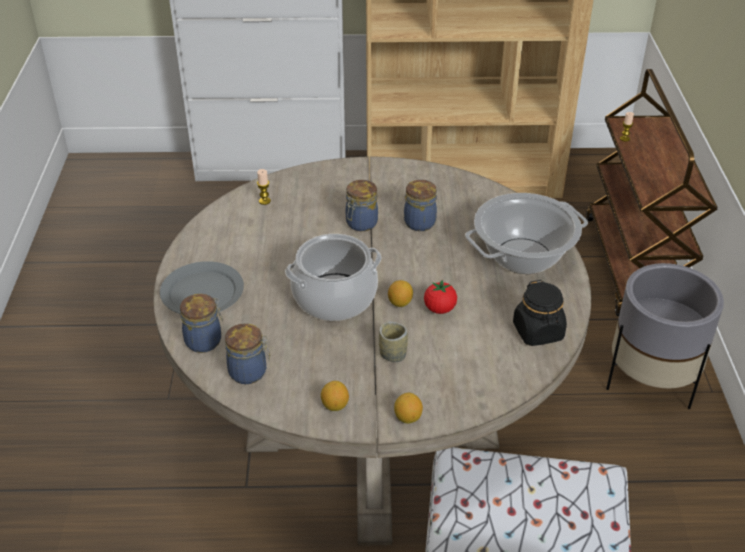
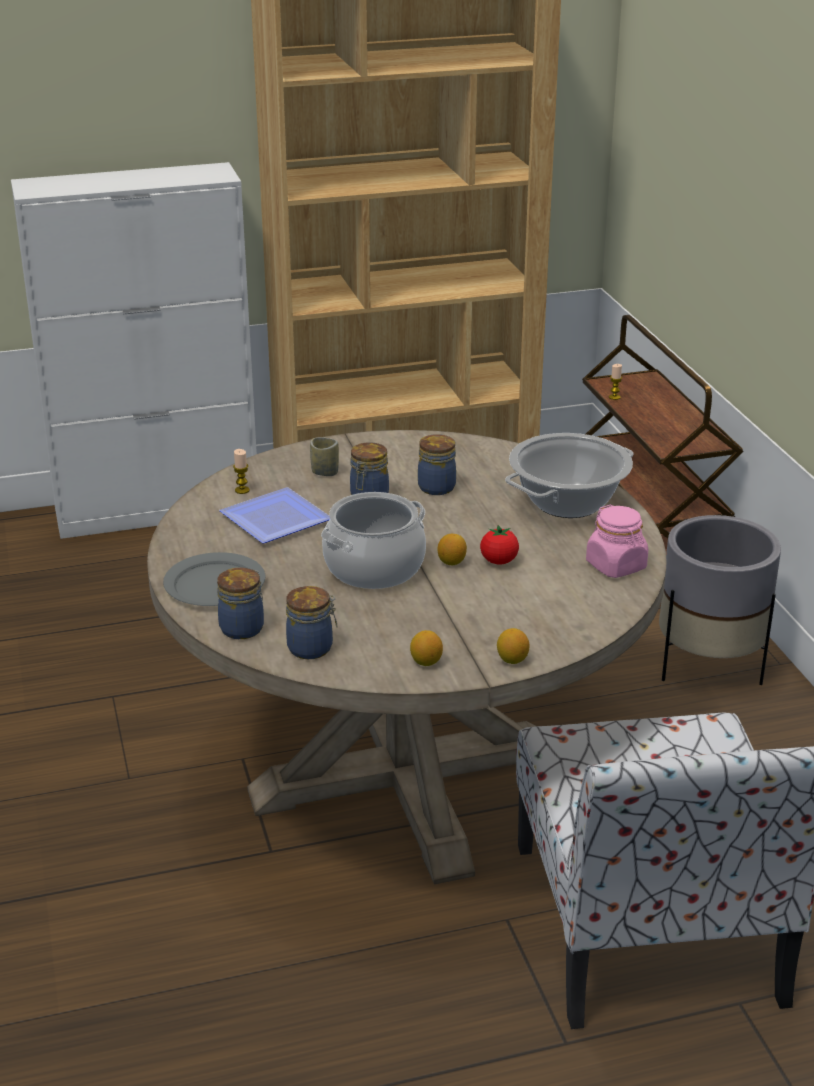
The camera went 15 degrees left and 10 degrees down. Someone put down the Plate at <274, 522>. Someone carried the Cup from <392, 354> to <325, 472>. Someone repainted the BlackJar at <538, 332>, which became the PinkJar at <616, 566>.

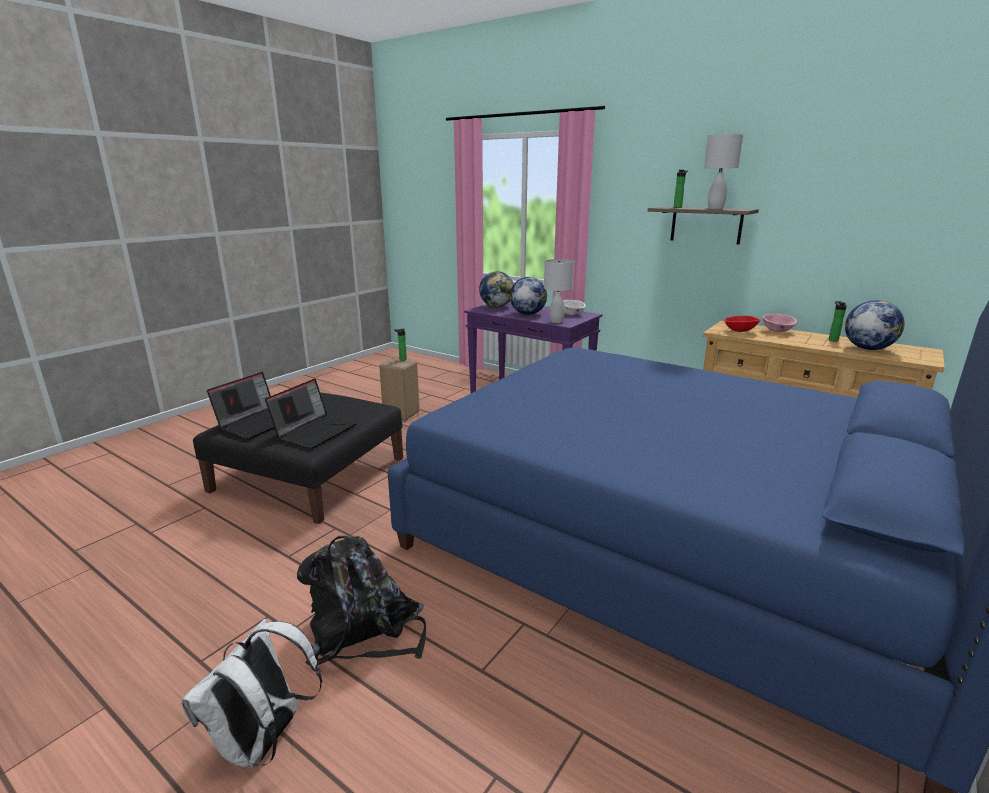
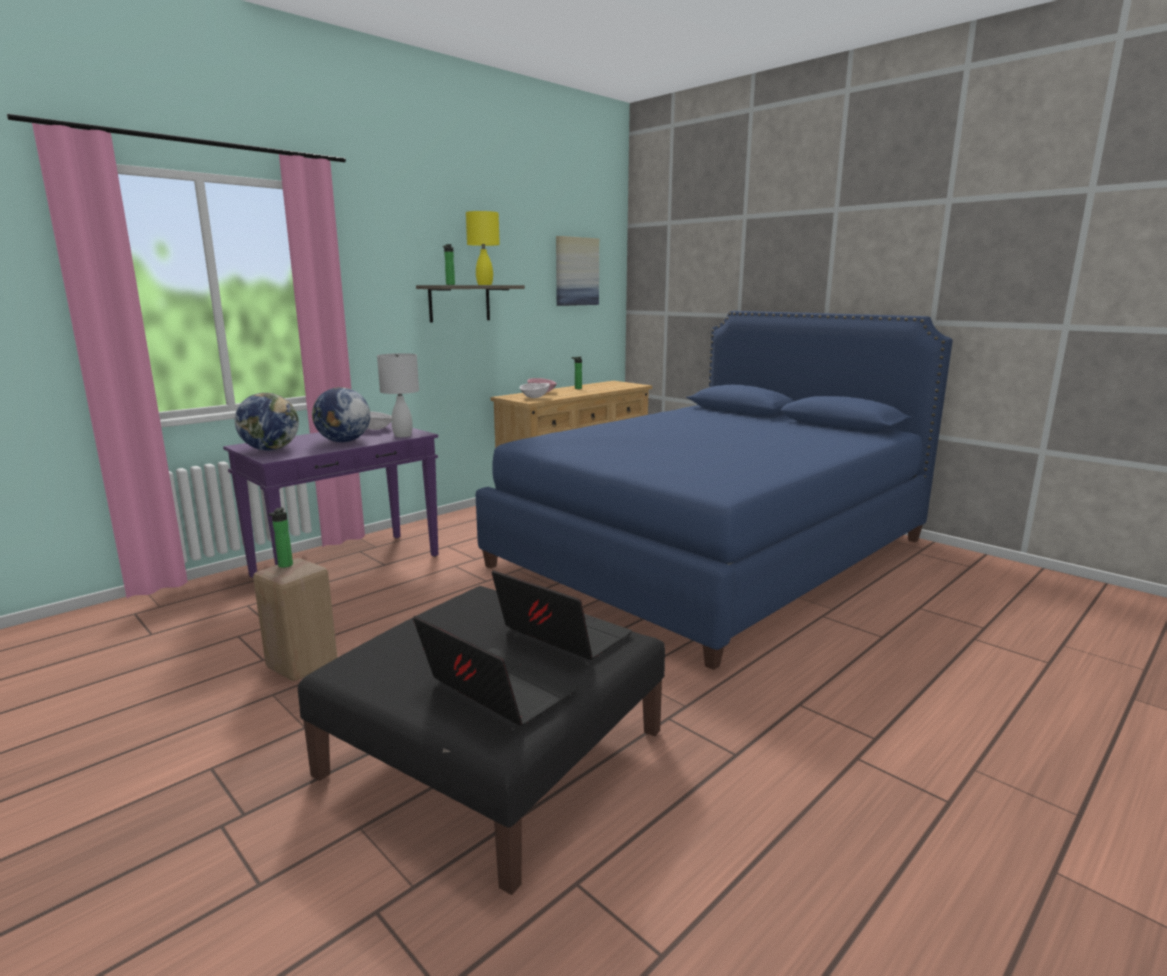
The camera went 80 degrees left and 5 degrees down. Someone took away the WhiteBackpack at <264, 742>. Someone took away the BlackBackpack at <364, 632>. Someone took away the Globe at <867, 348>. Someone put up the Picture at <576, 271>. Someone repainted the WhiteTableLamp at <714, 208>, which became the YellowTableLamp at <484, 284>. Someone repainted the RedBowl at <740, 331>, which became the WhiteBowl at <535, 397>.

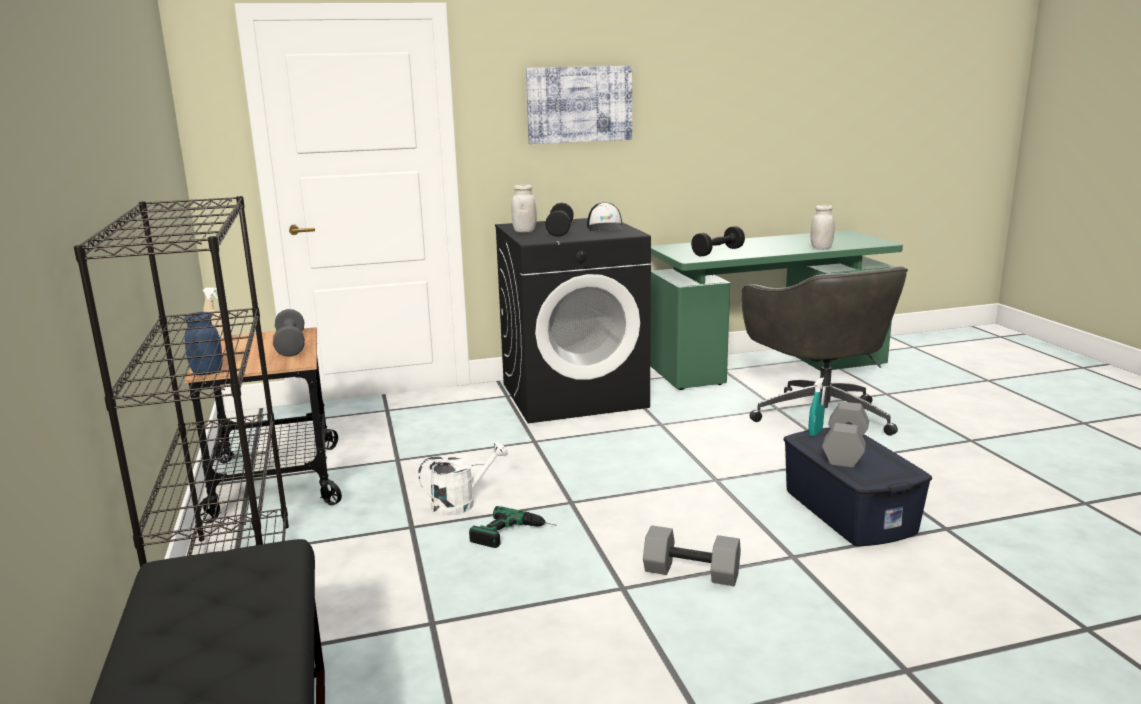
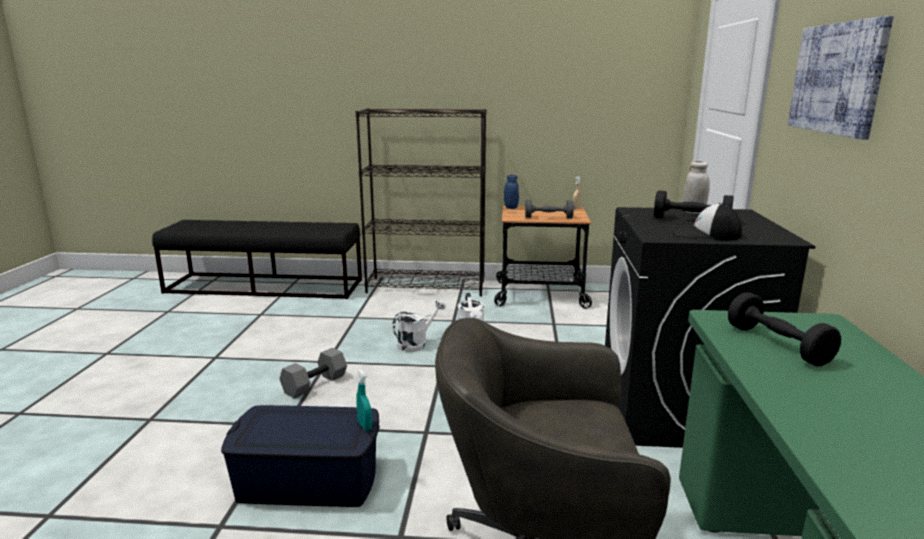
The camera went 110 degrees right and 0 degrees up. Someone took away the WhiteJar at <821, 248>. Someone took away the GreyDumbbell at <843, 449>. Someone swapped the PowerDrill at <515, 534> for the WhiteWateringCan at <416, 343>.

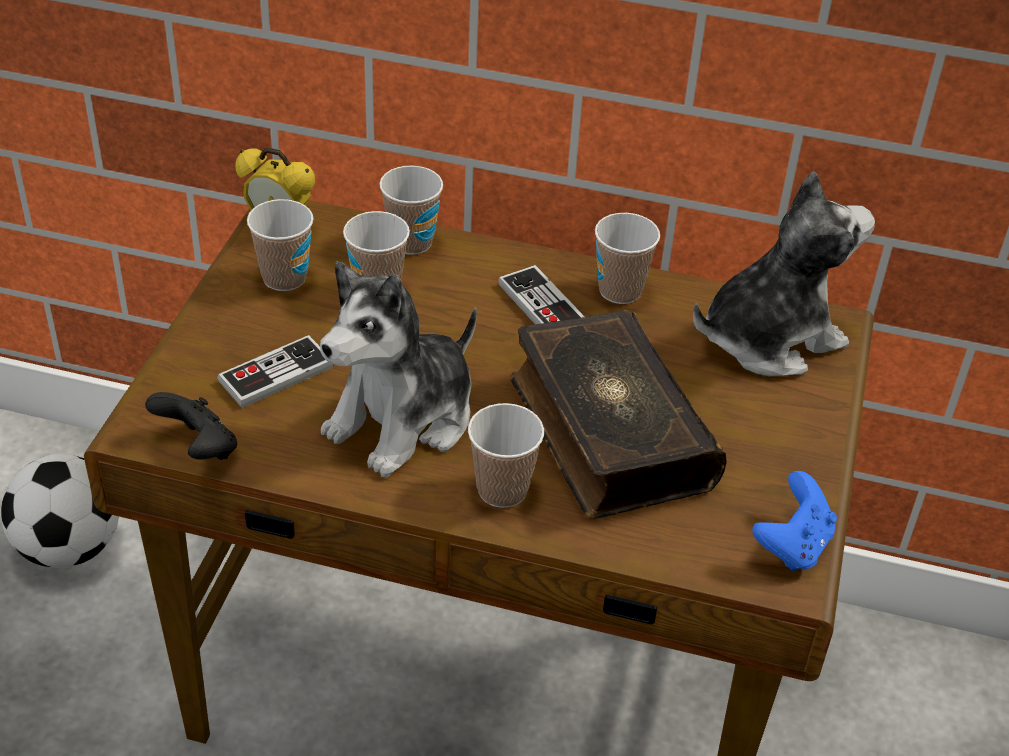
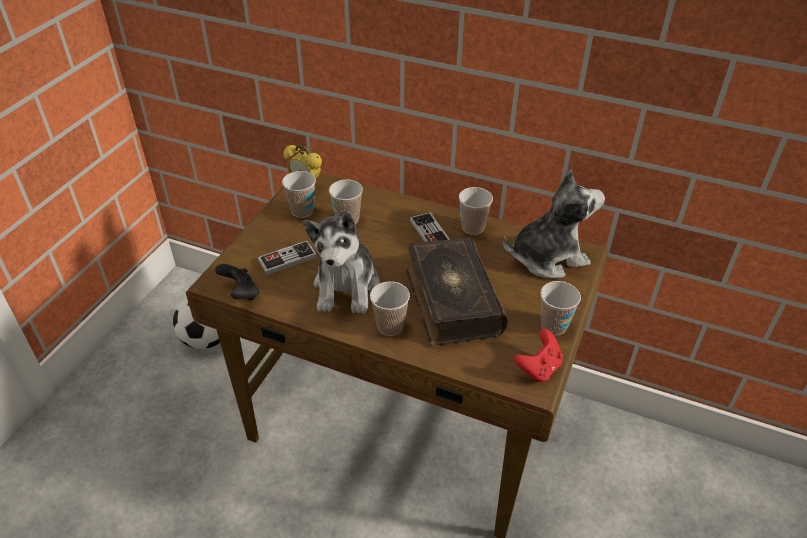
The camera went 10 degrees right and 0 degrees up. Someone carried the Cup from <411, 242> to <553, 326>. Someone repainted the BlueGameController at <792, 545>, which became the RedGameController at <538, 368>. Someone rotated the PlushToy at <403, 420> by 45 degrees counterclockwise.

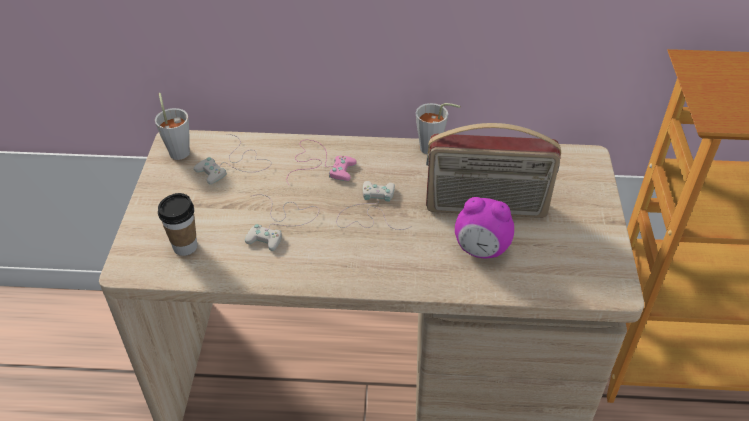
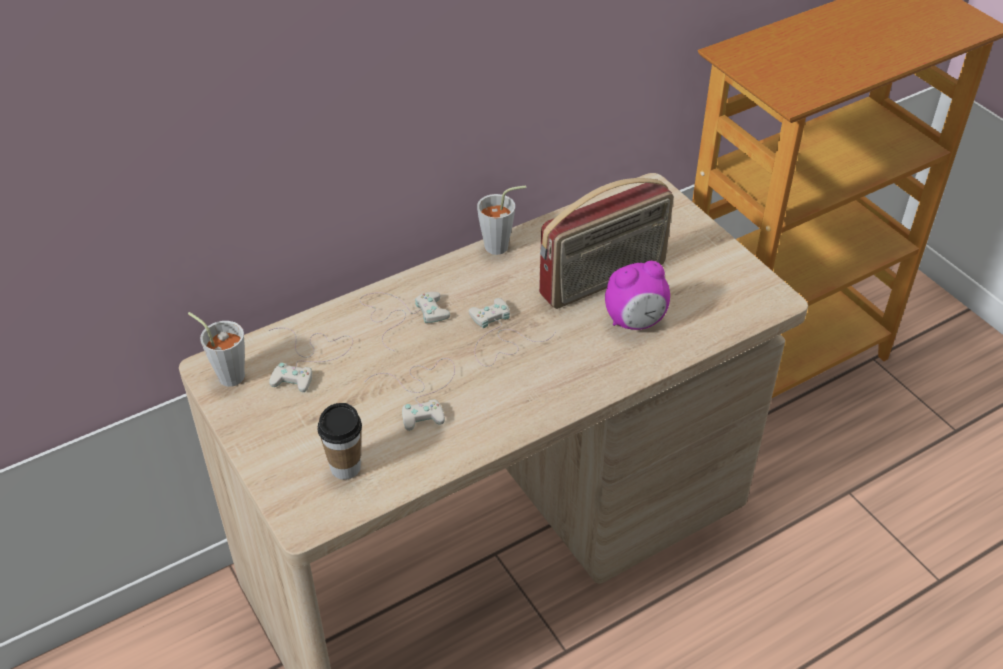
The camera went 35 degrees left and 0 degrees up. Someone repainted the PinkGameController at <319, 164>, which became the WhiteGameController at <400, 315>.

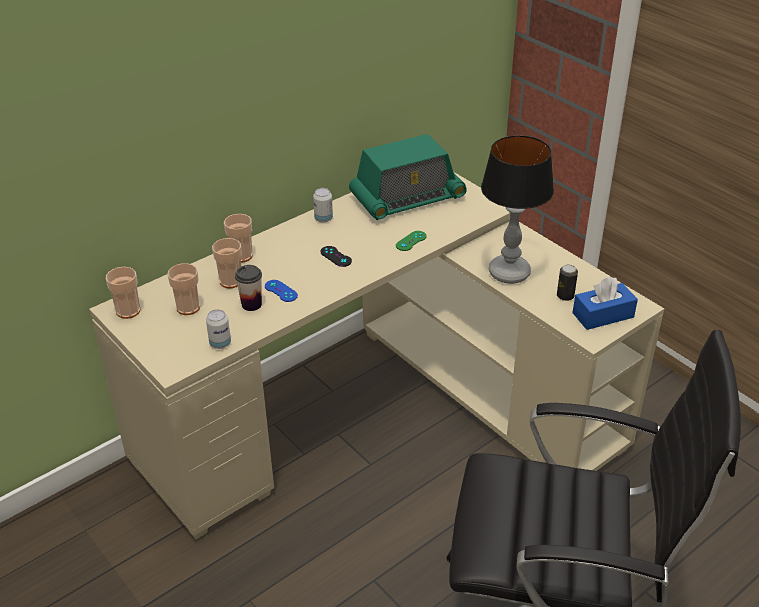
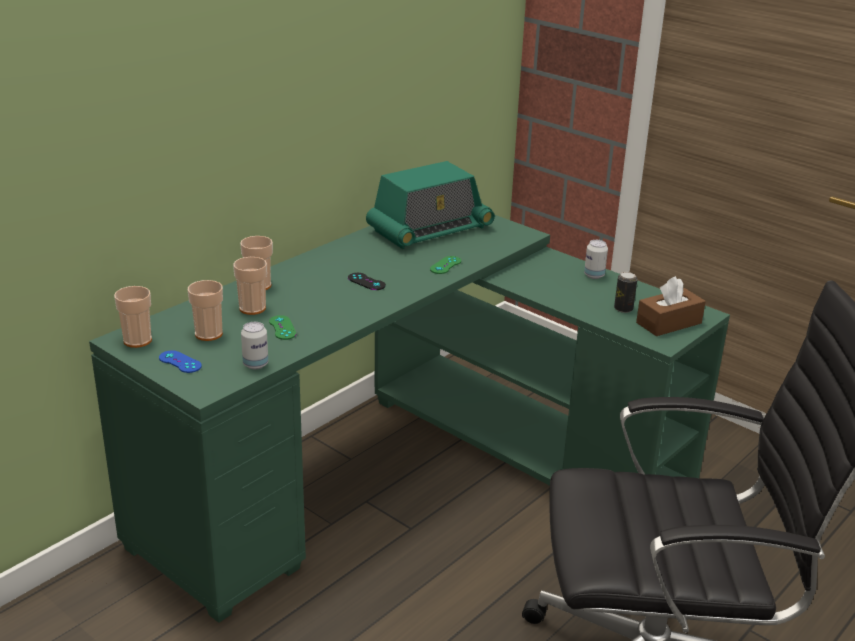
The camera went 10 degrees left and 10 degrees down. Someone took away the TableLamp at <510, 273>. Someone carried the BlueGameController from <281, 291> to <180, 362>. Someone carried the Can from <323, 219> to <594, 275>. Someone swapped the Cup at <251, 304> for the GreenGameController at <282, 328>. Someone repainted the BeigeDesk at <380, 411>, which became the GreenDesk at <410, 475>. Someone repainted the BlueTissueBox at <603, 315>, which became the BrownTissueBox at <668, 323>.

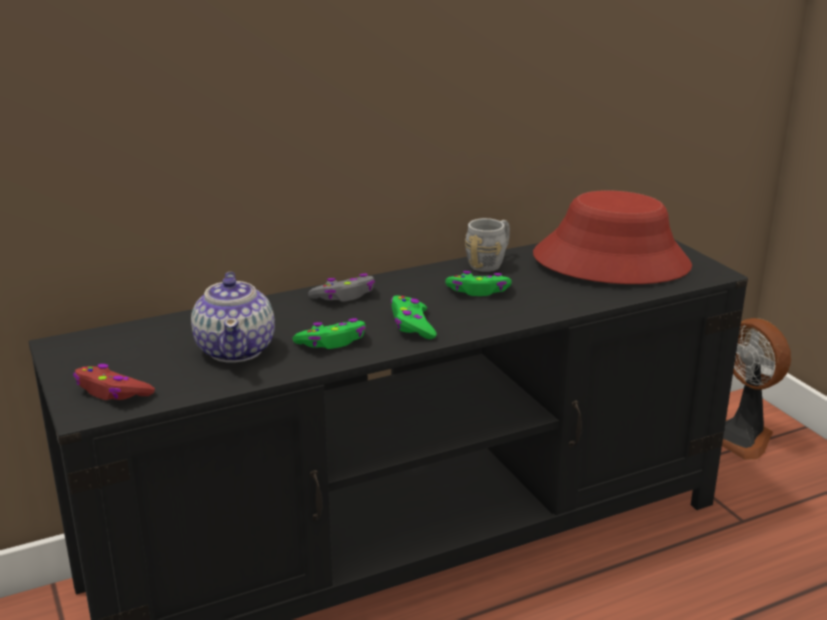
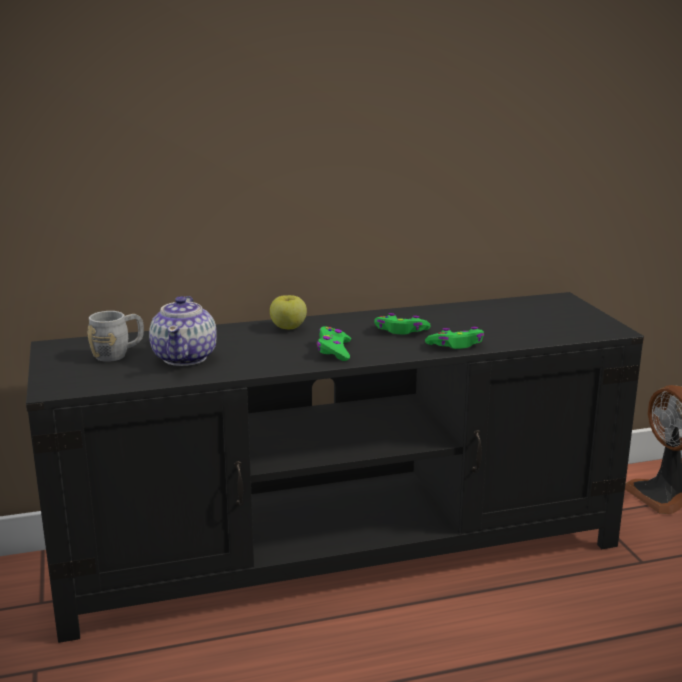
The camera went 10 degrees right and 5 degrees down. Someone took away the RedGameController at <112, 392>. Someone took away the RedHat at <611, 261>. Someone carried the GreenGameController from <332, 342> to <456, 345>. Someone carried the GreyMug from <490, 263> to <118, 354>. Someone swapped the GreyGameController at <344, 296> for the Apple at <288, 328>.

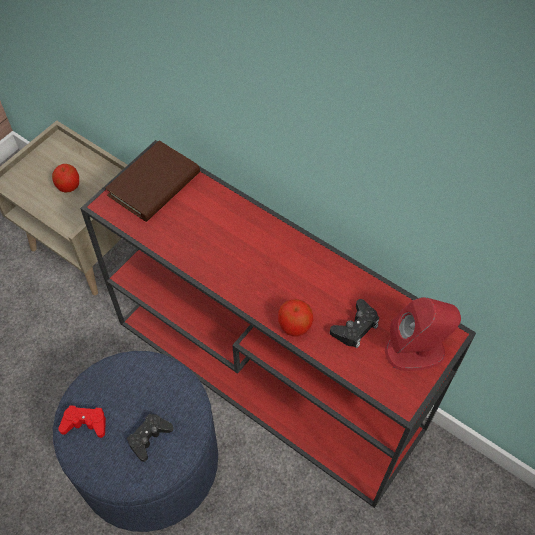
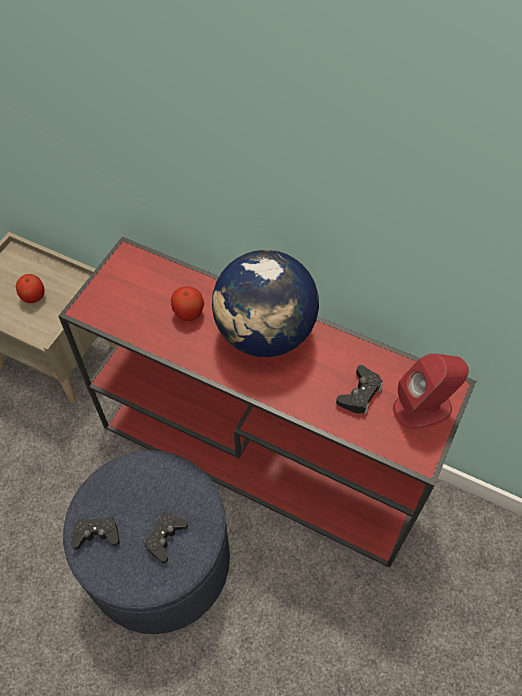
The camera went 10 degrees left and 0 degrees up. Someone took away the BrownBook at <154, 184>. Someone put down the Globe at <265, 334>. Someone carried the Apple from <294, 326> to <188, 313>. Someone repainted the RedGameController at <85, 423>, which became the BlackGameController at <96, 534>.

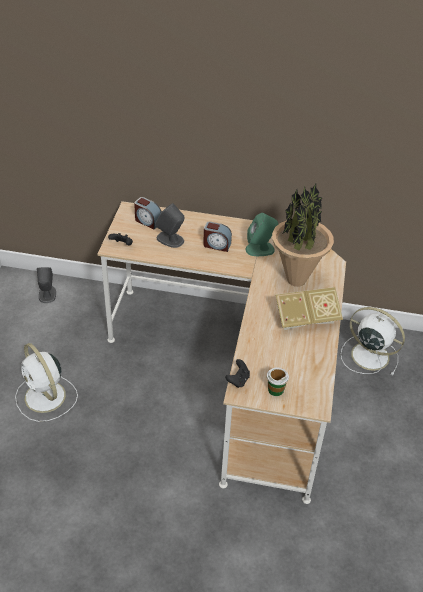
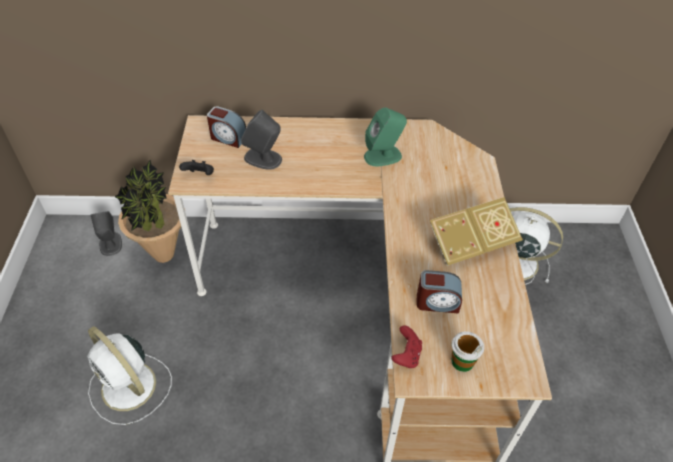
The camera went 10 degrees left and 5 degrees up. Someone carried the AlarmClock from <216, 245> to <437, 302>. Someone carried the PottedPlant from <296, 280> to <164, 255>. Someone repainted the BlackGameController at <238, 380>, which became the RedGameController at <406, 355>.

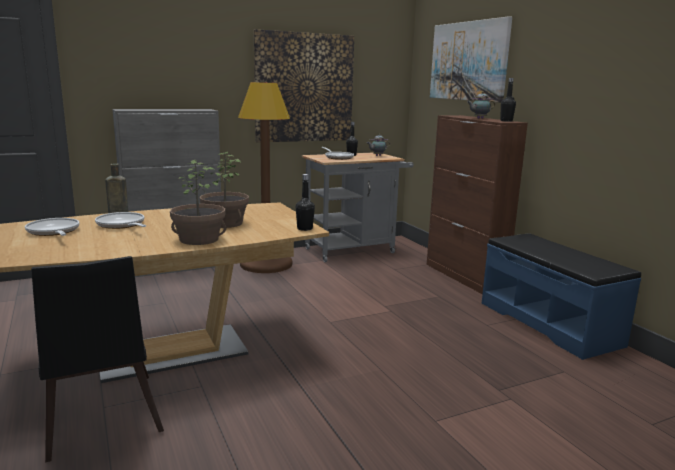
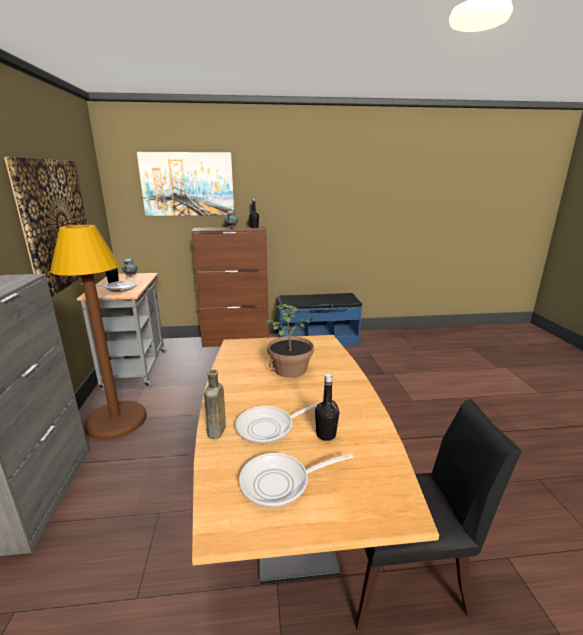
The camera went 70 degrees left and 5 degrees up. Someone took away the PottedPlant at <199, 239>. Someone carried the BlackBottle from <304, 228> to <326, 435>.

